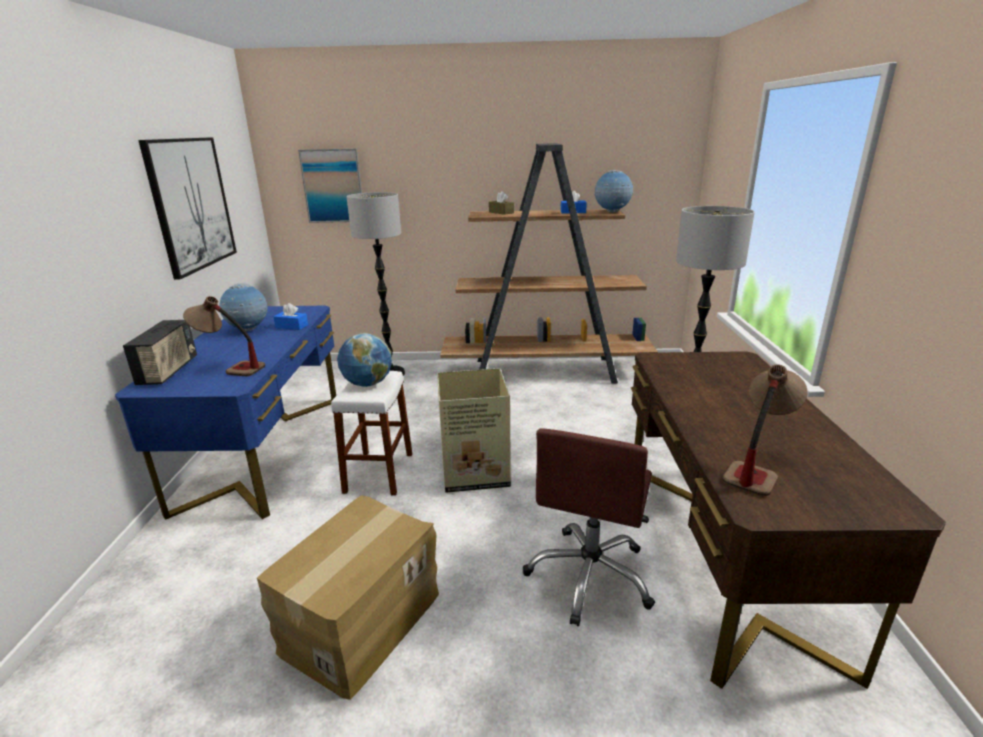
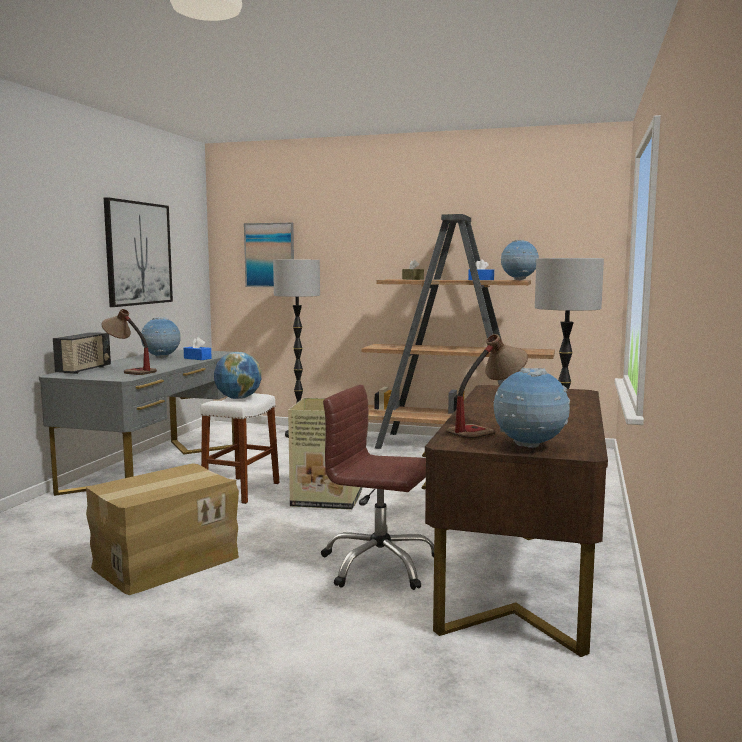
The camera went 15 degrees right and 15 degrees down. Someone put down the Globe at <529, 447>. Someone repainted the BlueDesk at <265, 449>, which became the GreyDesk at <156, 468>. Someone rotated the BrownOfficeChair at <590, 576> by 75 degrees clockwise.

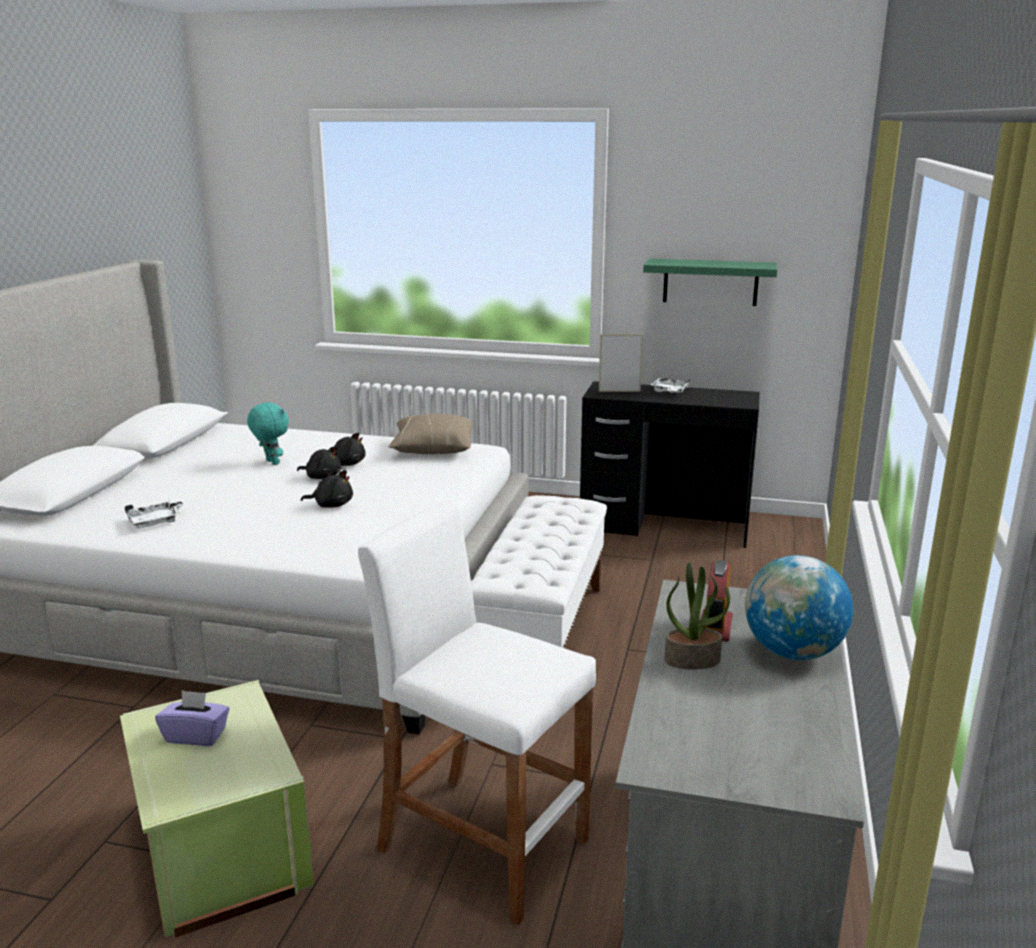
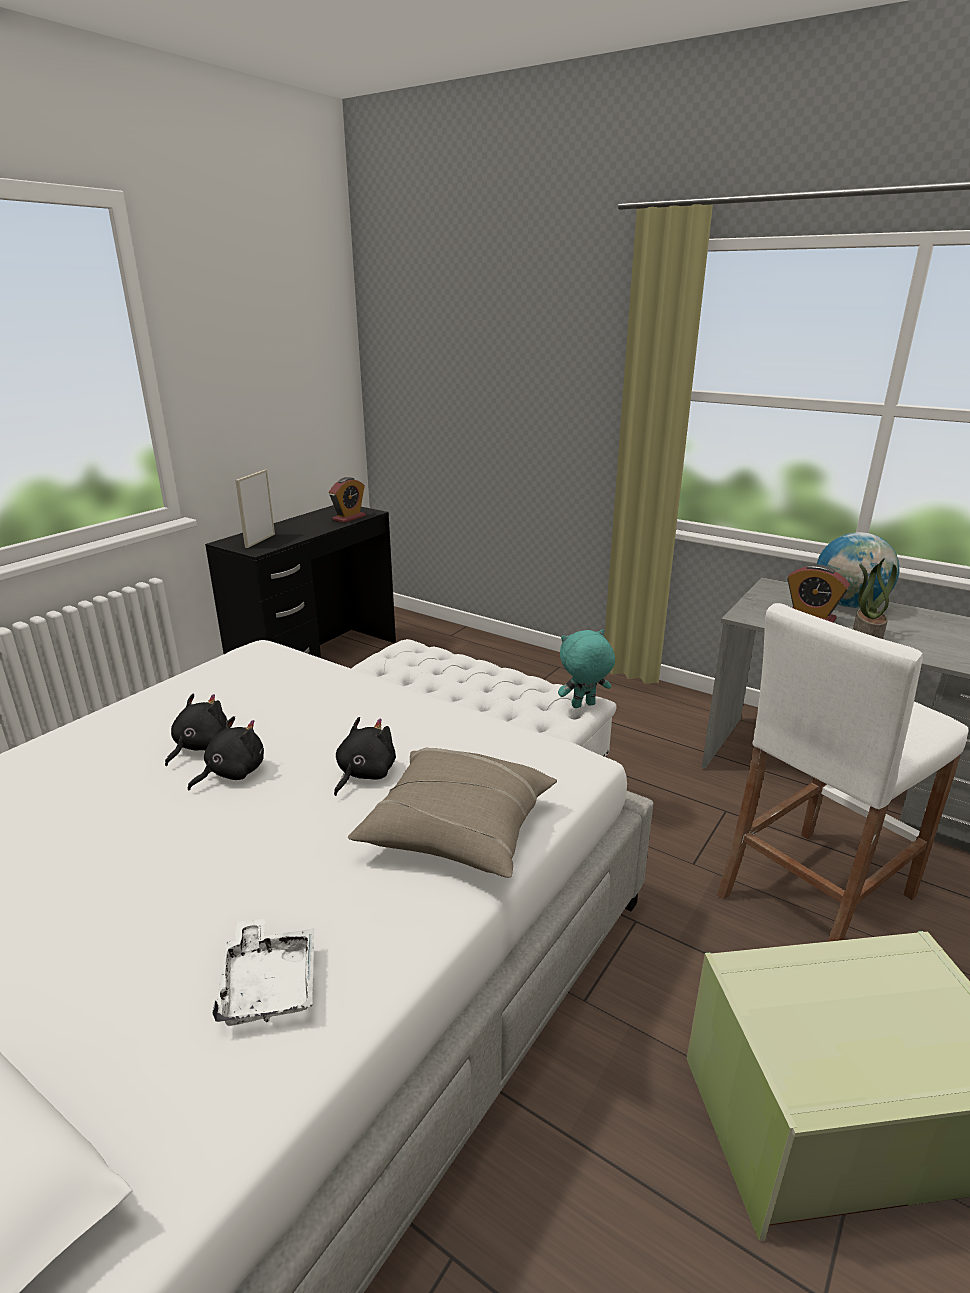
The camera went 70 degrees left and 5 degrees up. Someone took away the PurpleTissueBox at <196, 735>. Someone took away the GreenShelf at <710, 282>. Someone took away the WhiteTray at <669, 392>. Someone put down the AlarmClock at <349, 518>. Someone carried the TurquoisePlushToy from <271, 462> to <583, 706>. Someone carried the BeigePillow from <432, 449> to <457, 831>.

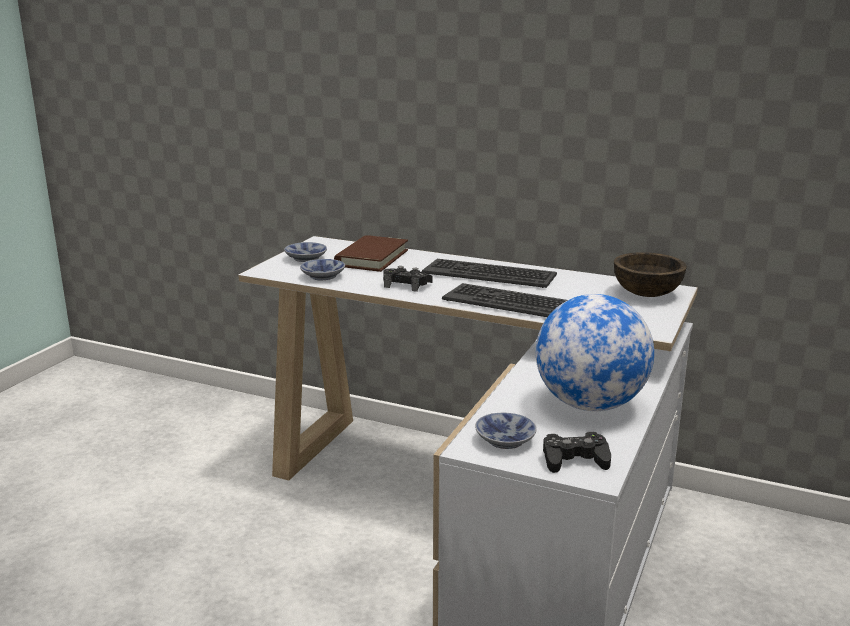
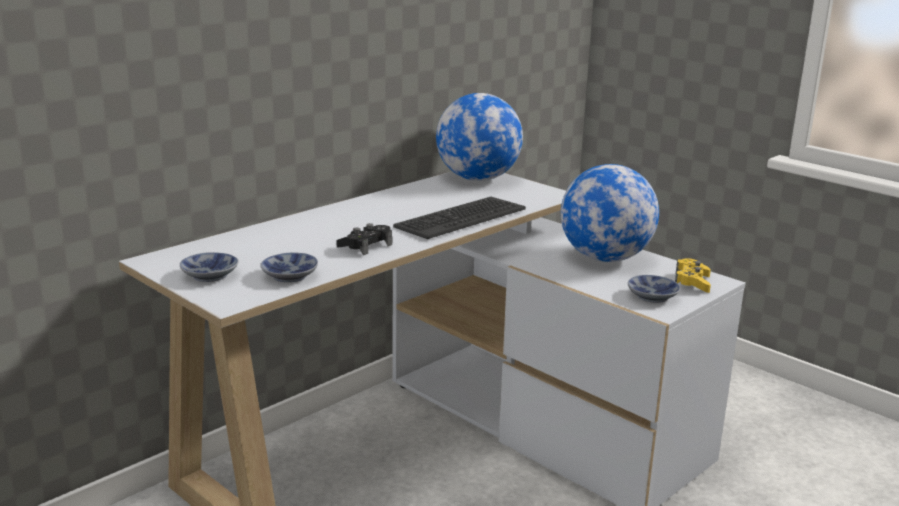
The camera went 70 degrees left and 0 degrees up. Someone took away the BrownBook at <372, 258>. Someone took away the Keyboard at <489, 274>. Someone swapped the BrownBowl at <647, 293> for the Globe at <478, 179>. Someone repainted the BlackGameController at <574, 460>, which became the YellowGameController at <692, 282>.

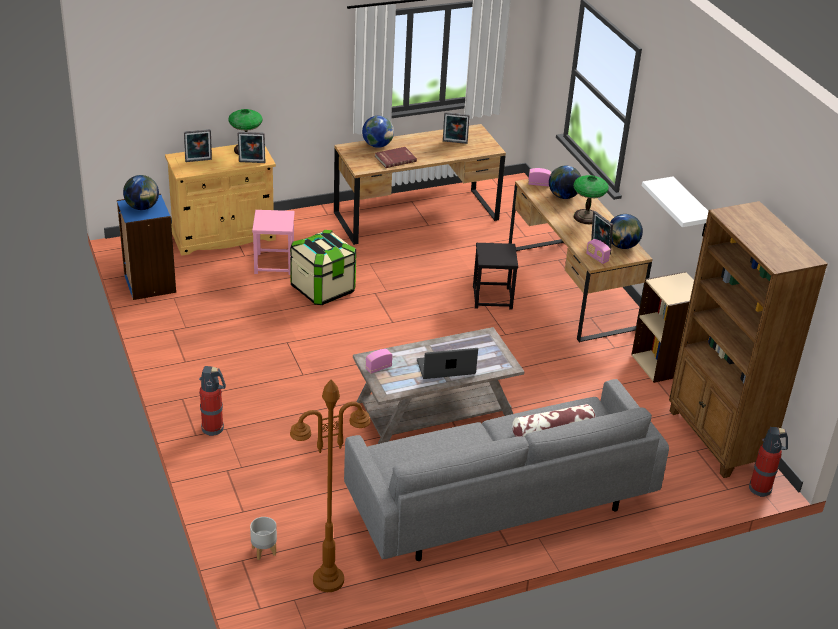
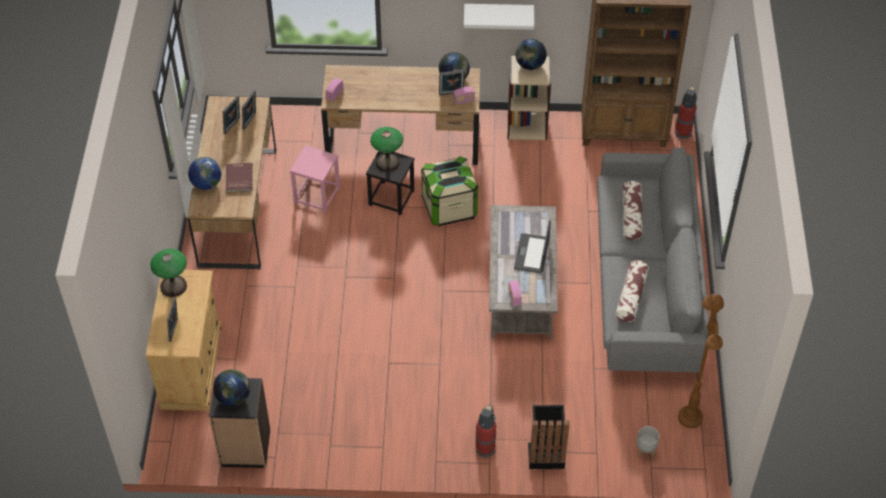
The camera went 65 degrees left and 15 degrees up. Someone put down the BlackTrashCan at <545, 453>. Someone put down the Pillow at <631, 297>. Someone carried the PictureFrame from <252, 162> to <250, 121>. Someone carried the PinkStool from <274, 264> to <317, 195>. Someone carried the StorageBox from <323, 289> to <449, 207>. Someone carried the Globe from <563, 196> to <530, 65>. Someone carried the TableLamp from <586, 217> to <387, 162>. Someone repainted the BlueBookcase at <149, 284>, which became the BlackBookcase at <245, 448>.

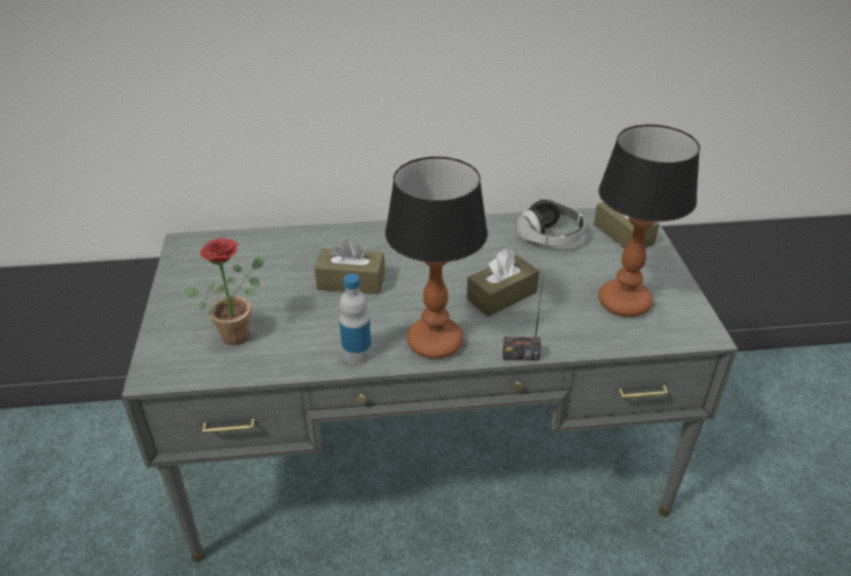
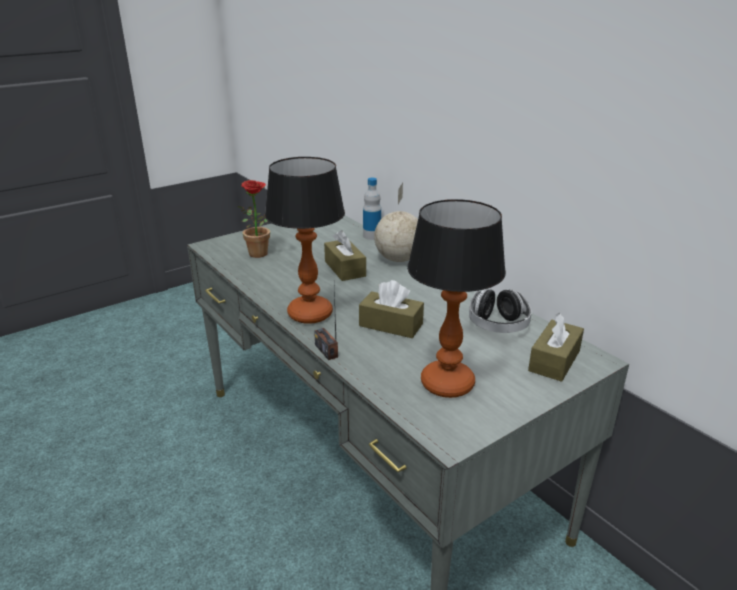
The camera went 60 degrees right and 10 degrees down. Someone put down the Globe at <399, 259>. Someone carried the Bottle from <357, 354> to <372, 236>.

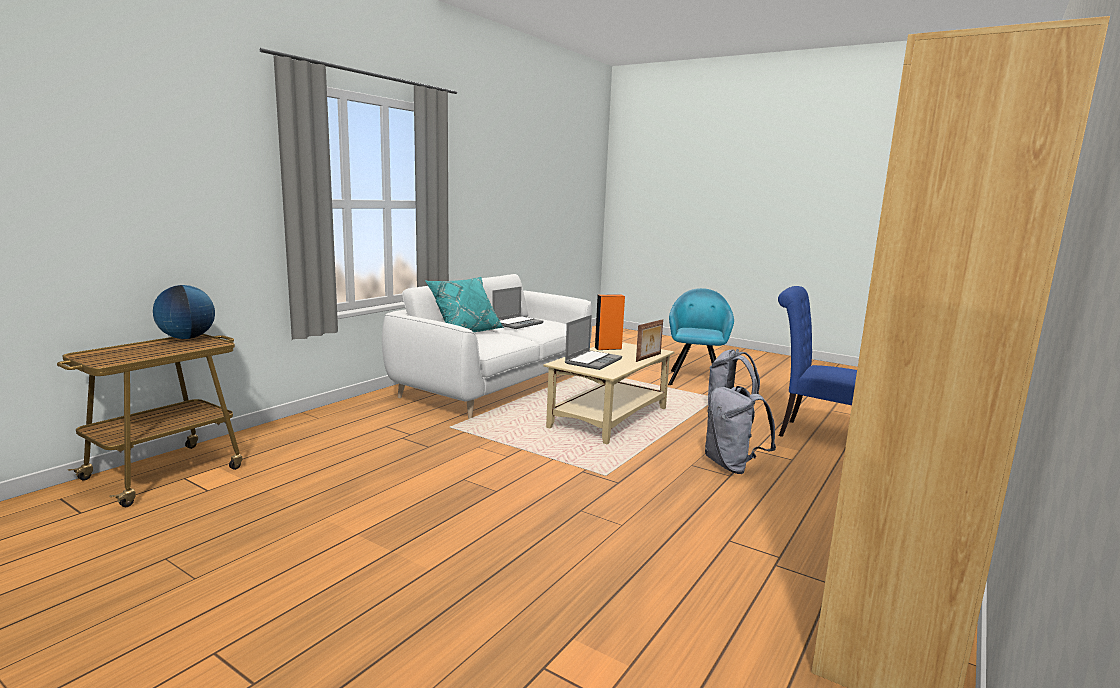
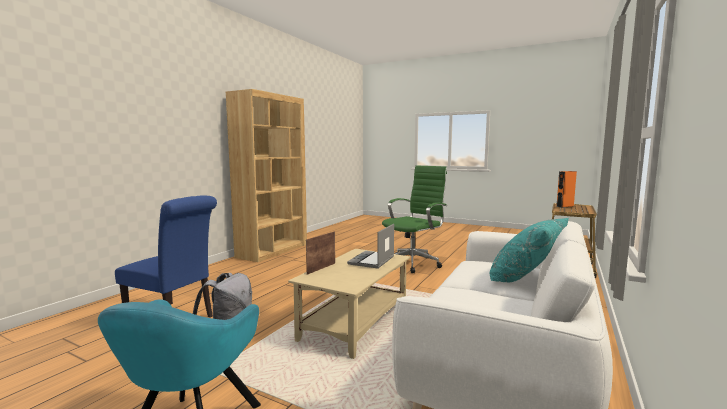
The camera went 175 degrees right and 5 degrees down. Someone took away the Globe at <187, 338>. Someone took away the Laptop at <517, 323>. Someone took away the GreyBackpack at <732, 466>. Someone put down the GreenOfficeChair at <414, 263>. Someone carried the OrangeSpeaker from <608, 348> to <565, 206>.

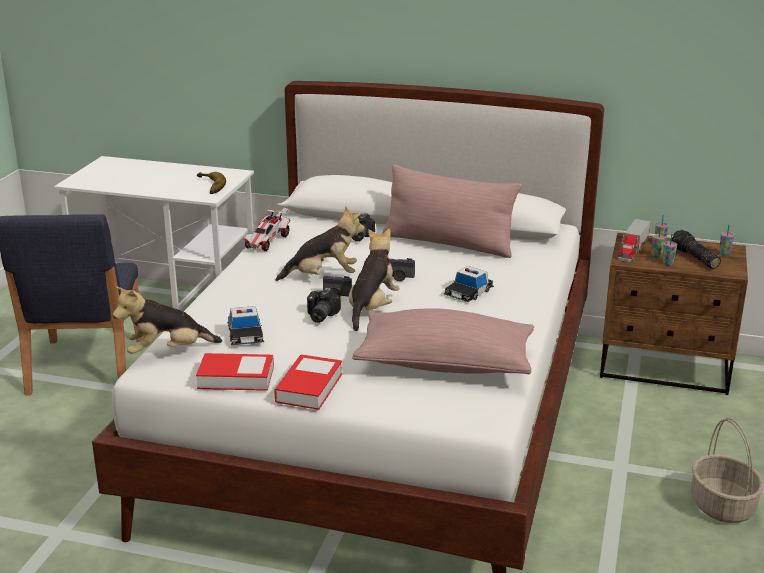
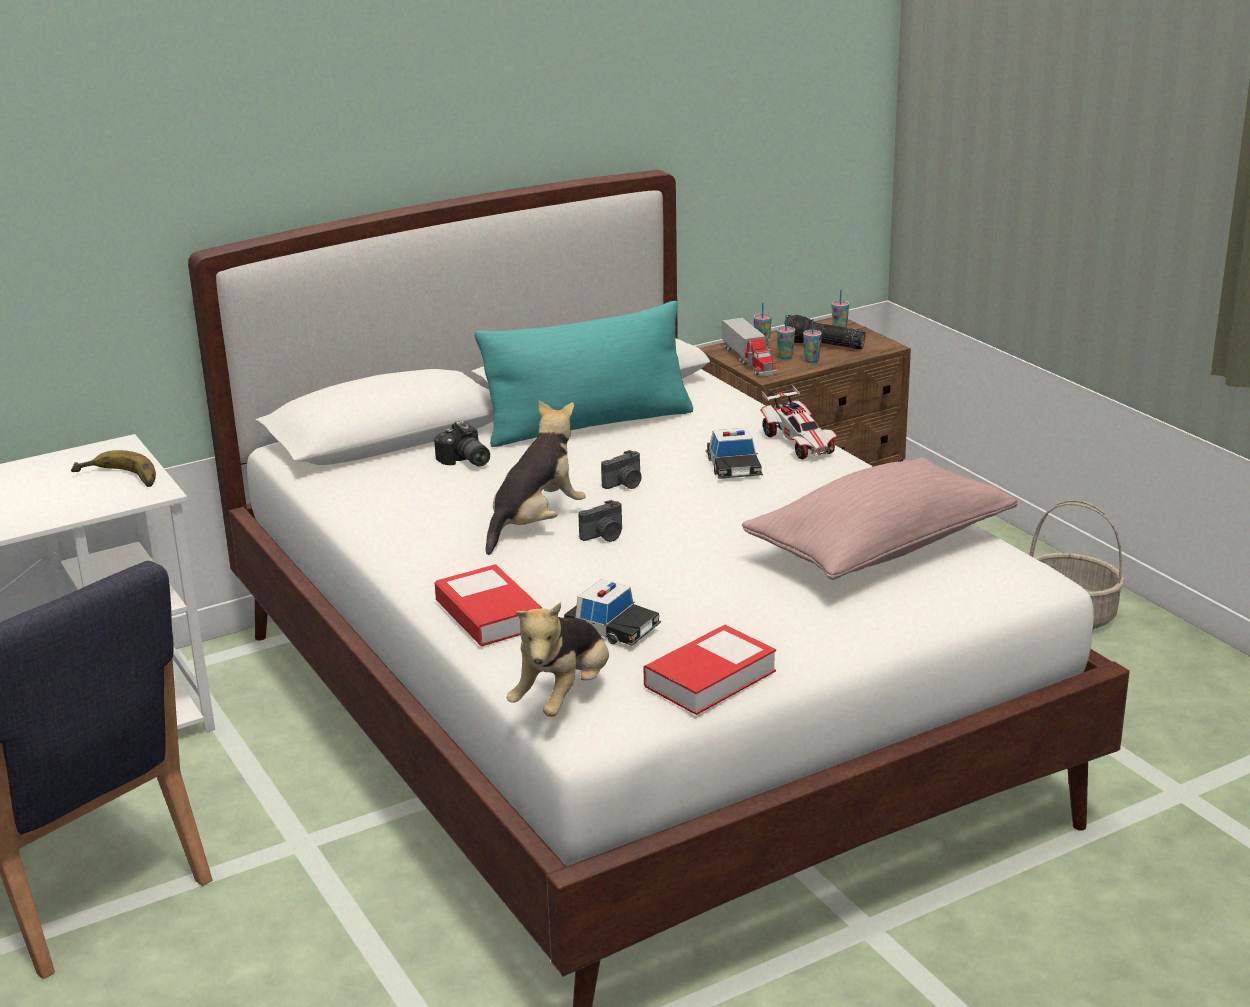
The camera went 45 degrees left and 0 degrees up. Someone took away the PhotoCamera at <319, 316>. Someone took away the PlushToy at <372, 308>. Someone carried the ToyCar from <267, 242> to <799, 444>. Someone carried the Book from <309, 388> to <488, 614>. Someone repainted the PinkPillow at <448, 243>, which became the TurquoisePillow at <589, 424>.

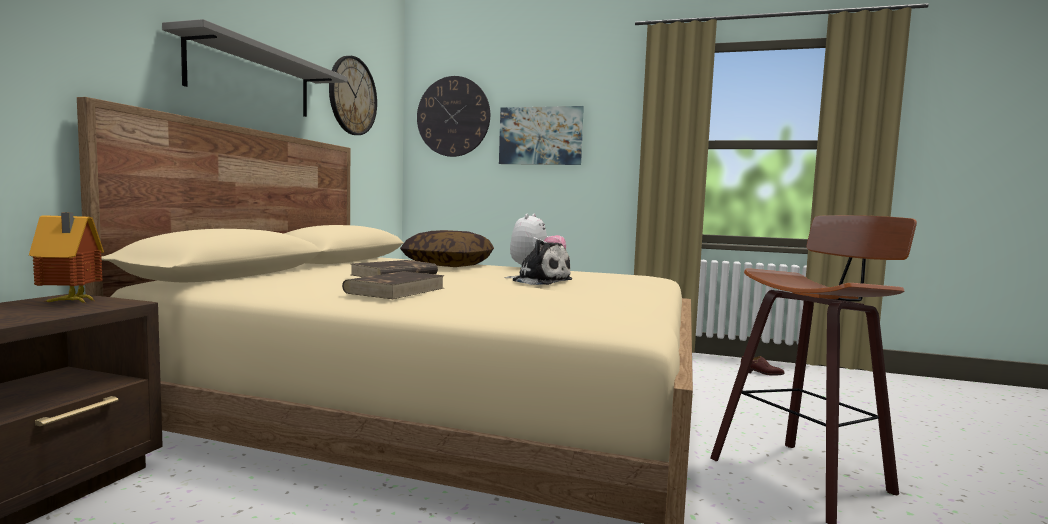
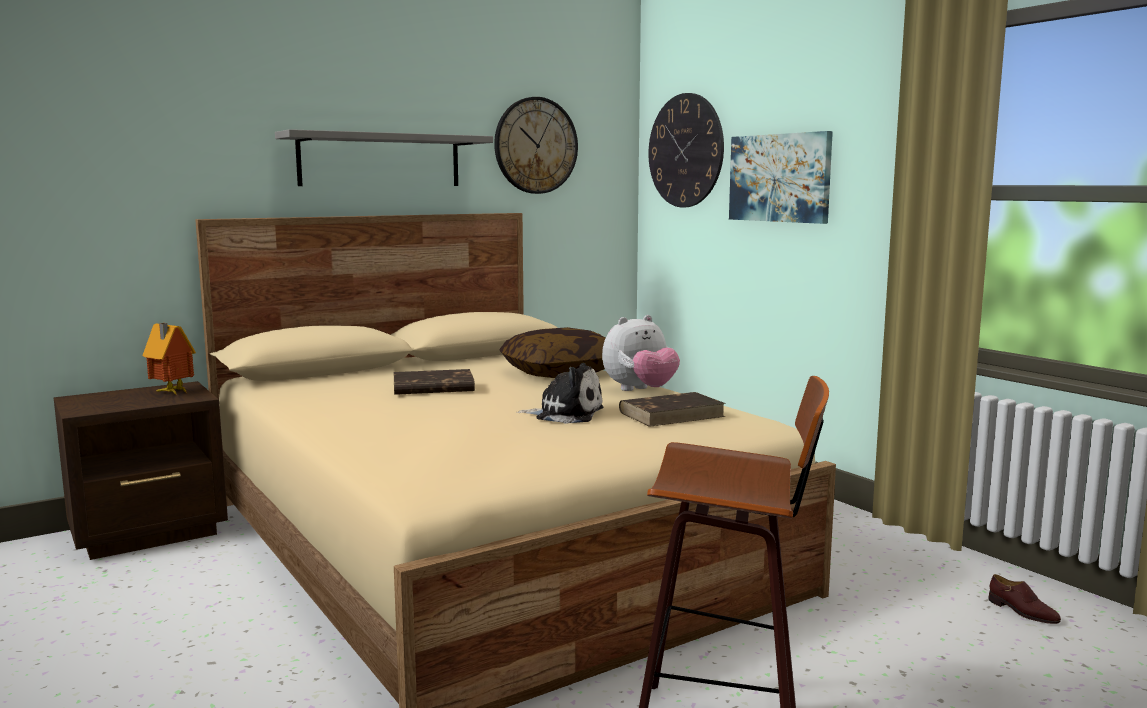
The camera went 40 degrees right and 5 degrees up. Someone carried the BrownBook from <396, 290> to <672, 414>. Someone rotated the PlushToy at <539, 281> by 60 degrees counterclockwise.

